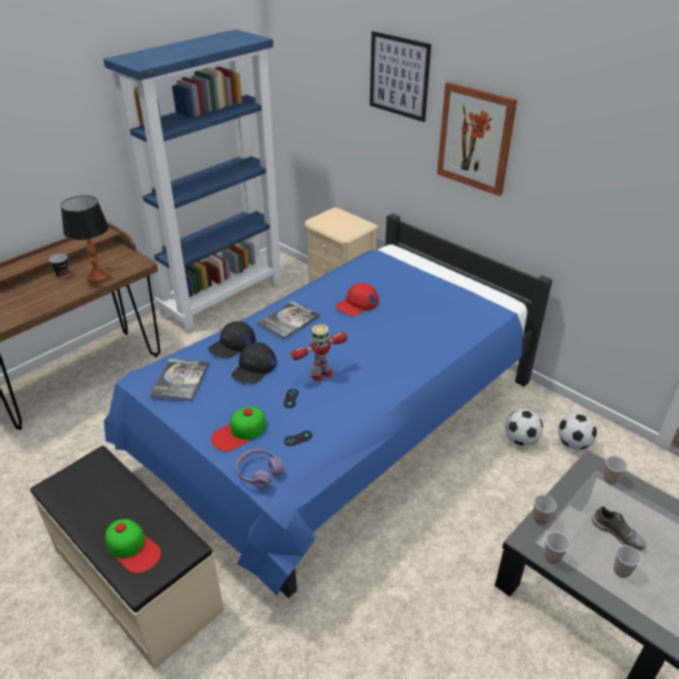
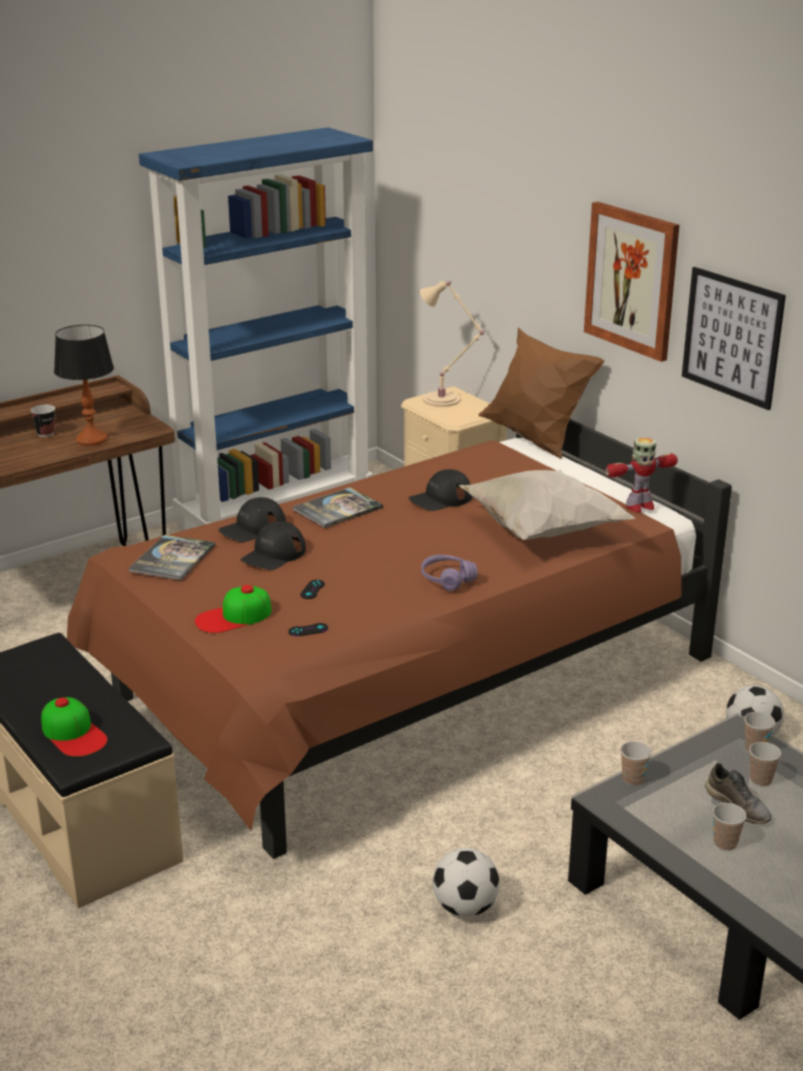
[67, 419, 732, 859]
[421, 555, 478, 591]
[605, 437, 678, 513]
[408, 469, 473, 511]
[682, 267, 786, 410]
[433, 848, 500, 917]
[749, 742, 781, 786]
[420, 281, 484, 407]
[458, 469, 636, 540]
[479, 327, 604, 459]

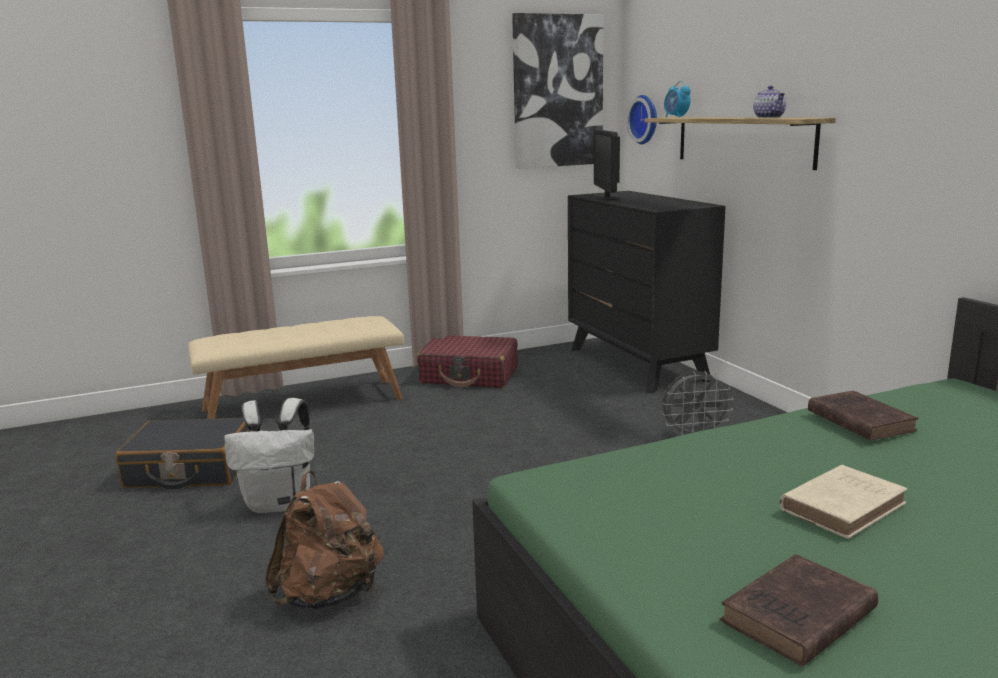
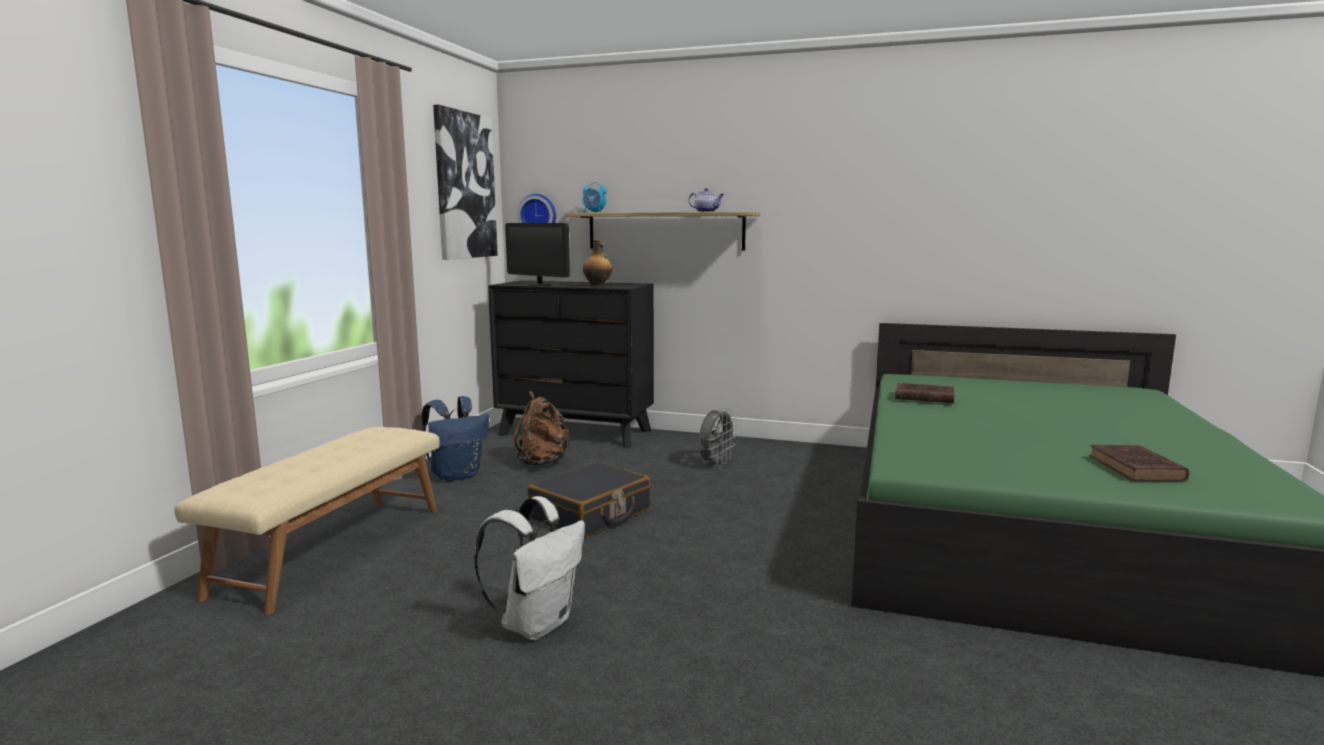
[527, 462, 650, 537]
[513, 391, 570, 465]
[422, 396, 489, 482]
[780, 465, 908, 539] (first image)
[583, 239, 612, 286]

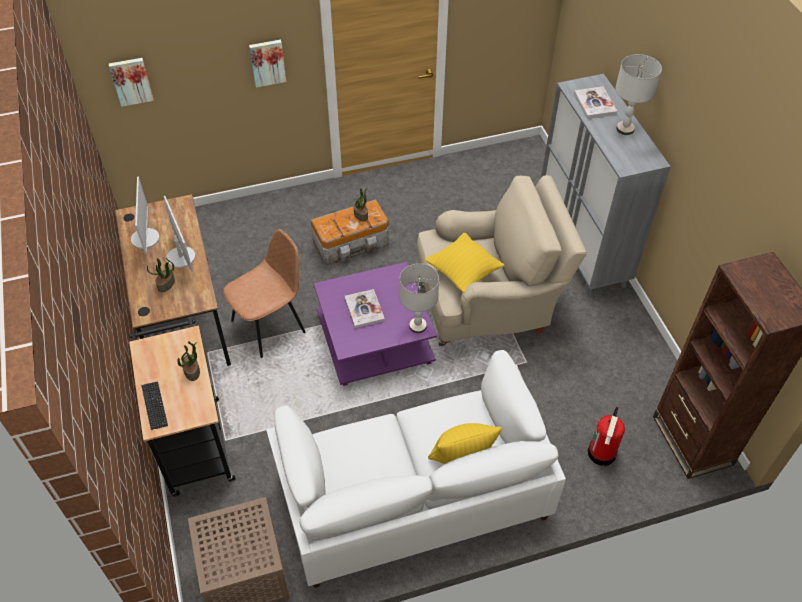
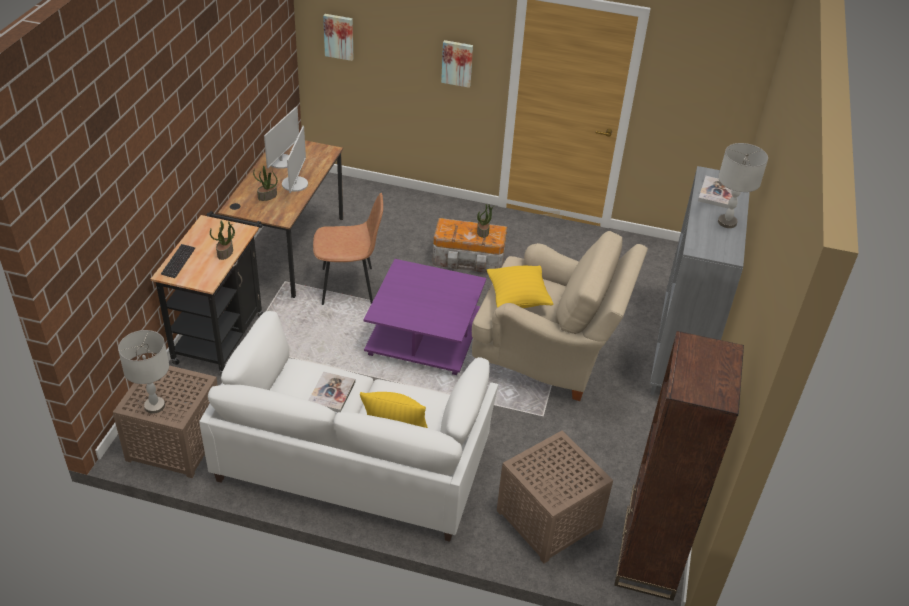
[308, 371, 355, 412]
[118, 330, 169, 414]
[497, 431, 613, 563]

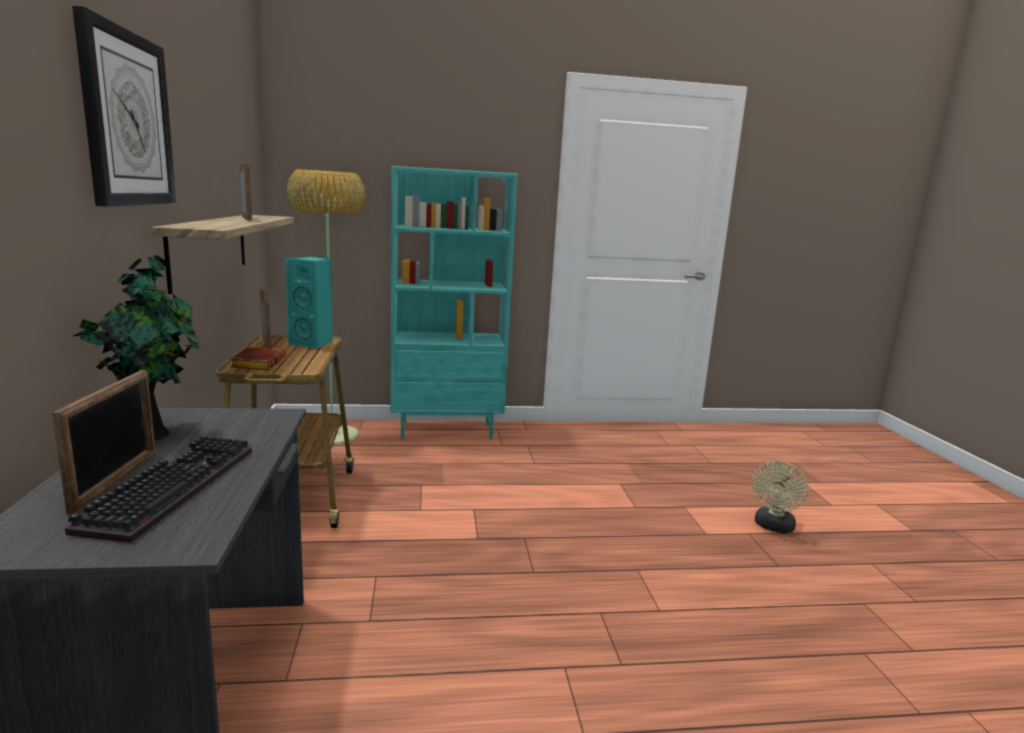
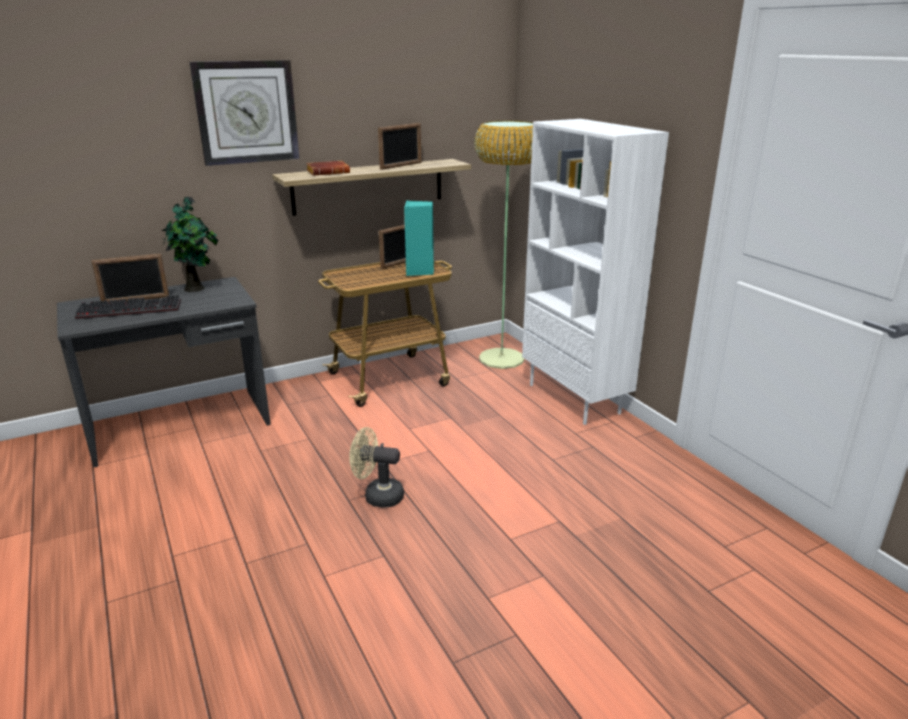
[306, 161, 350, 176]
[522, 119, 669, 425]
[349, 427, 404, 507]

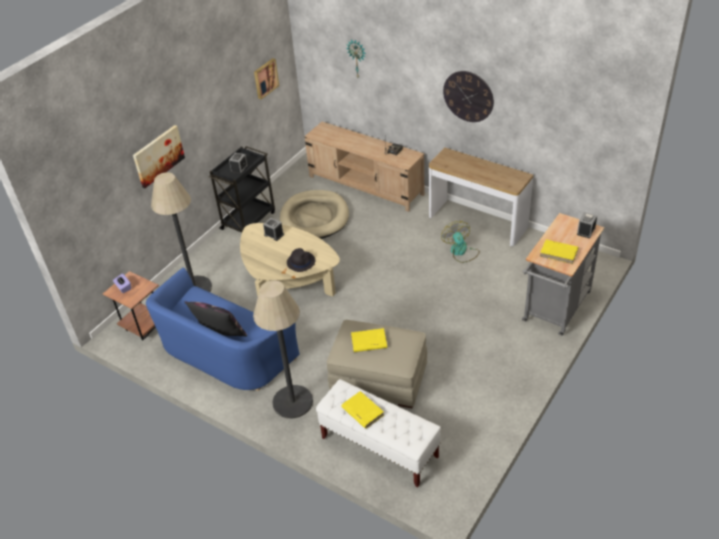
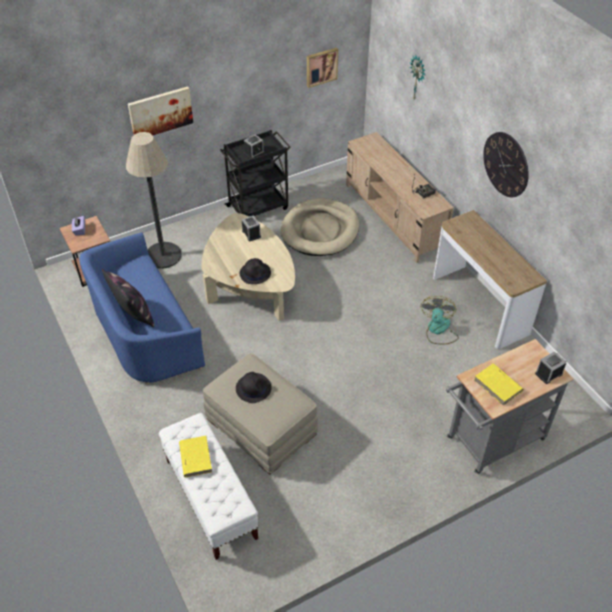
[253, 280, 313, 419] (first image)
[236, 372, 272, 403]

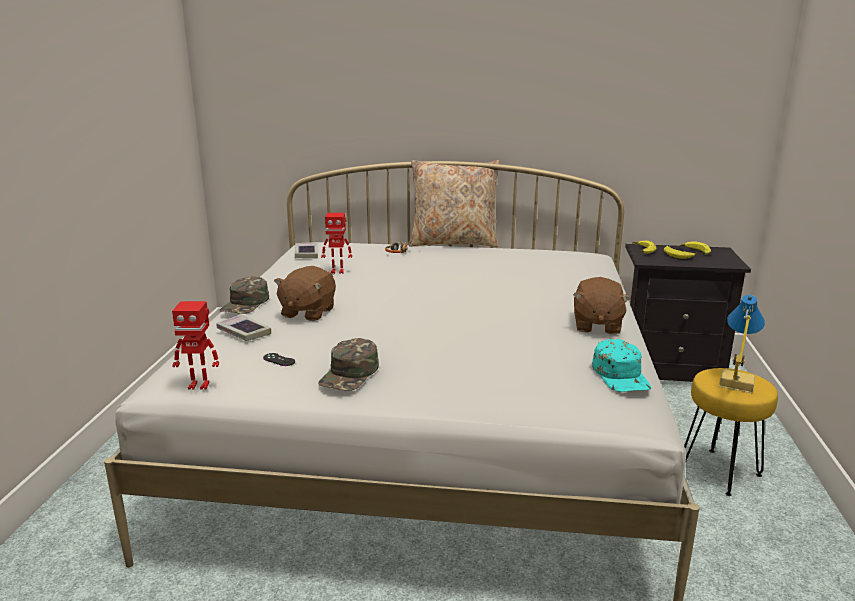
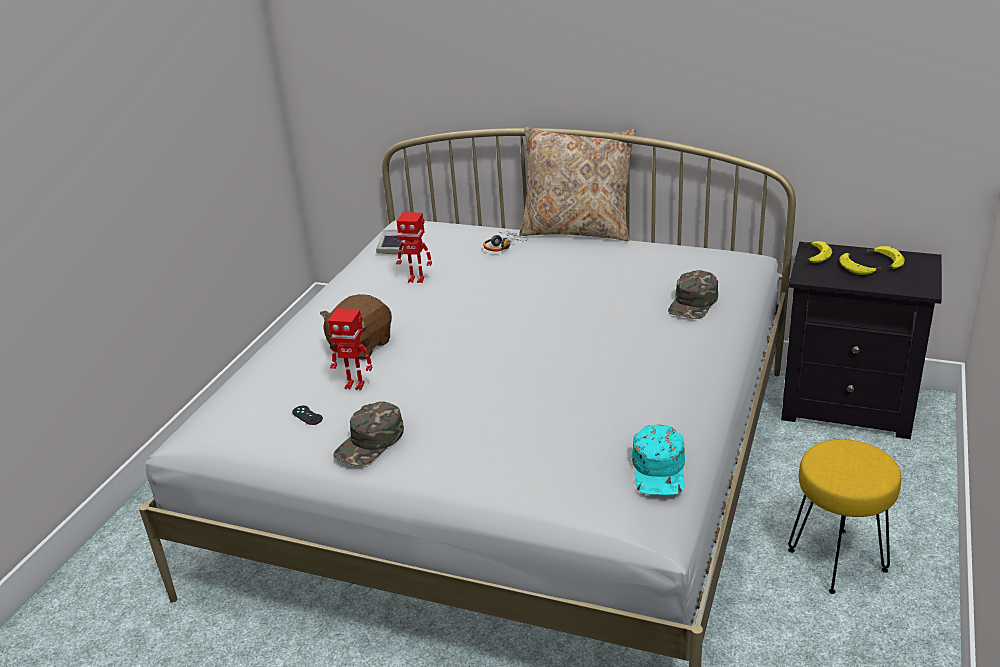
[328, 308, 373, 390]
[217, 314, 271, 341] (first image)
[668, 270, 718, 319]
[573, 277, 631, 335] (first image)
[719, 295, 765, 393] (first image)

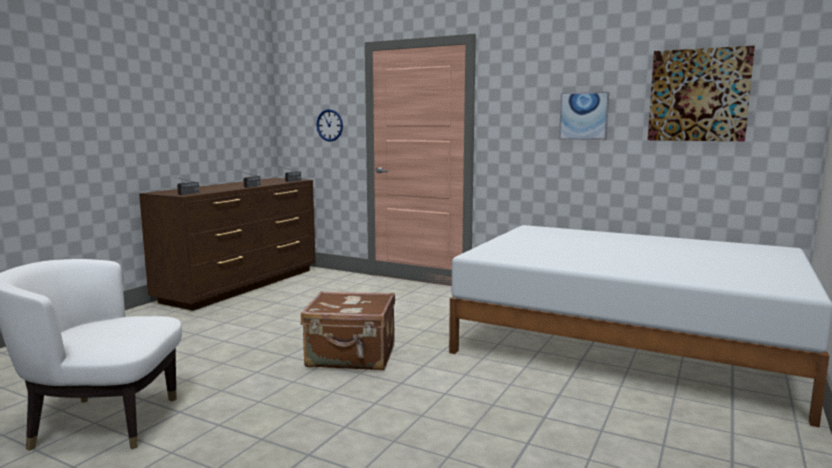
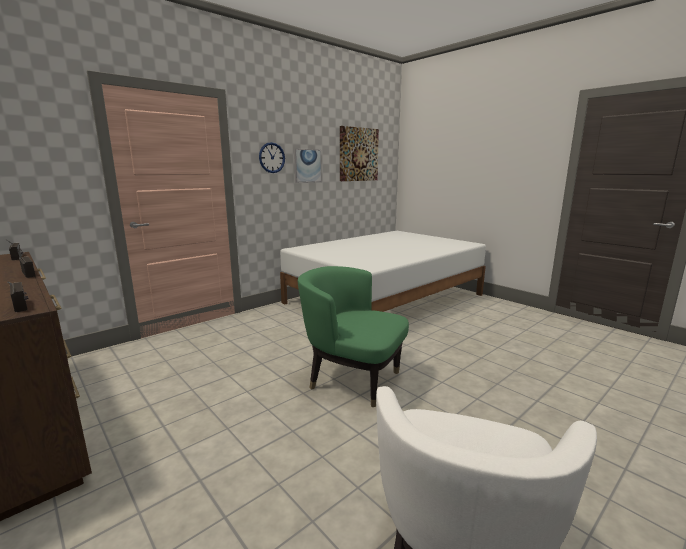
[298, 266, 409, 407]
[259, 142, 285, 173]

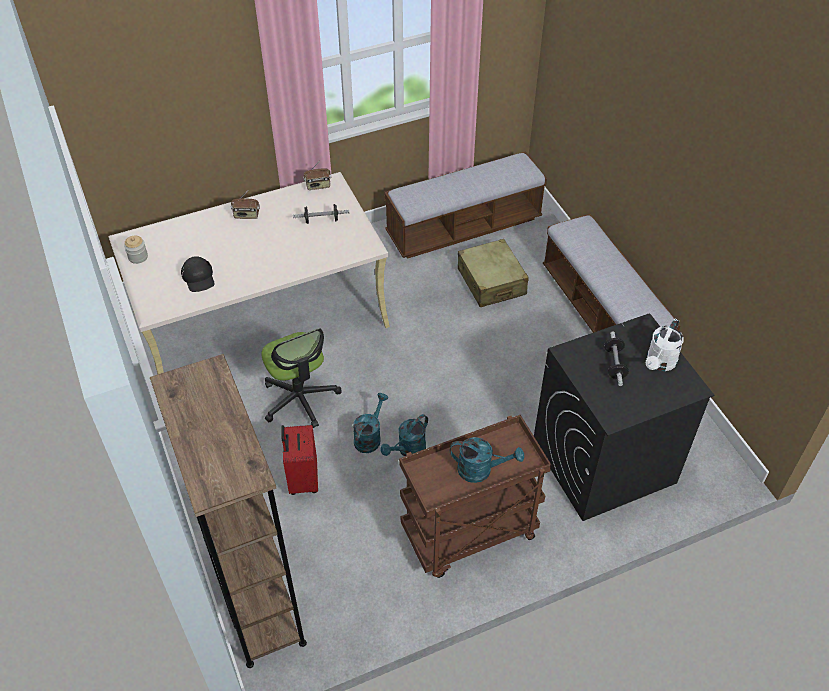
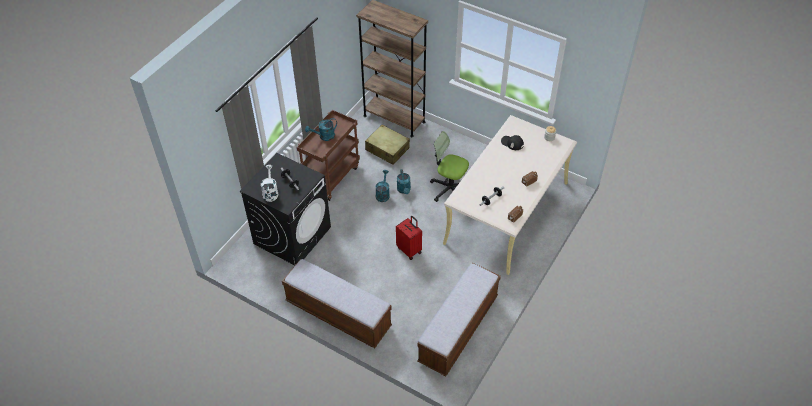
[396, 216, 422, 260]
[365, 125, 410, 165]

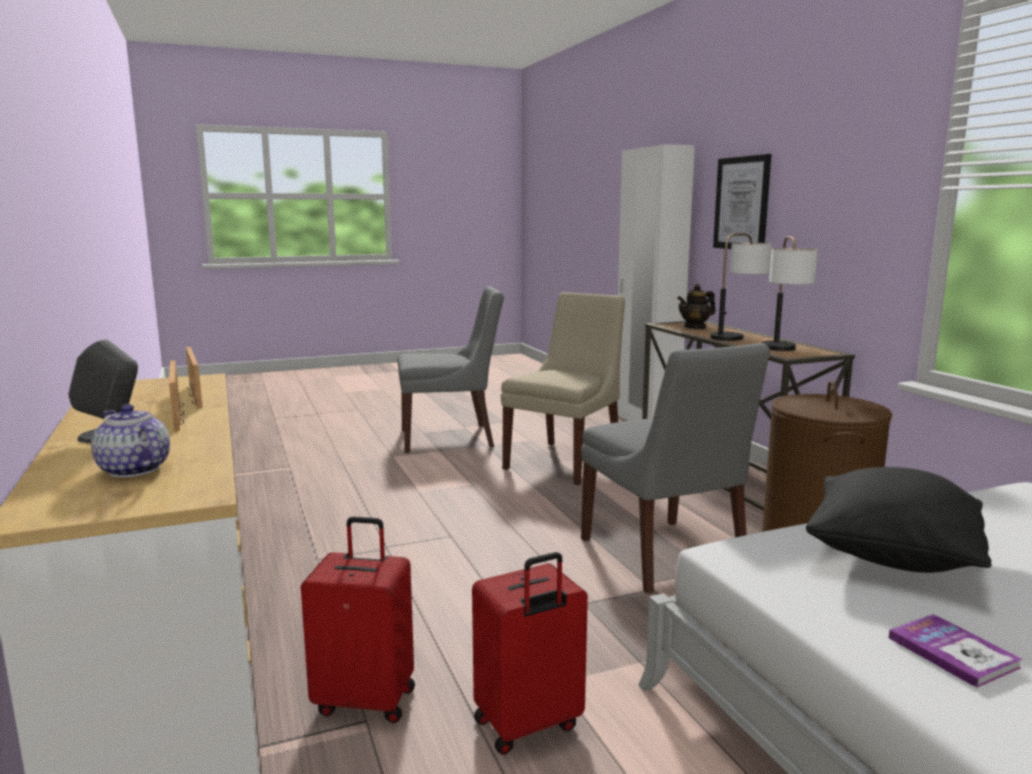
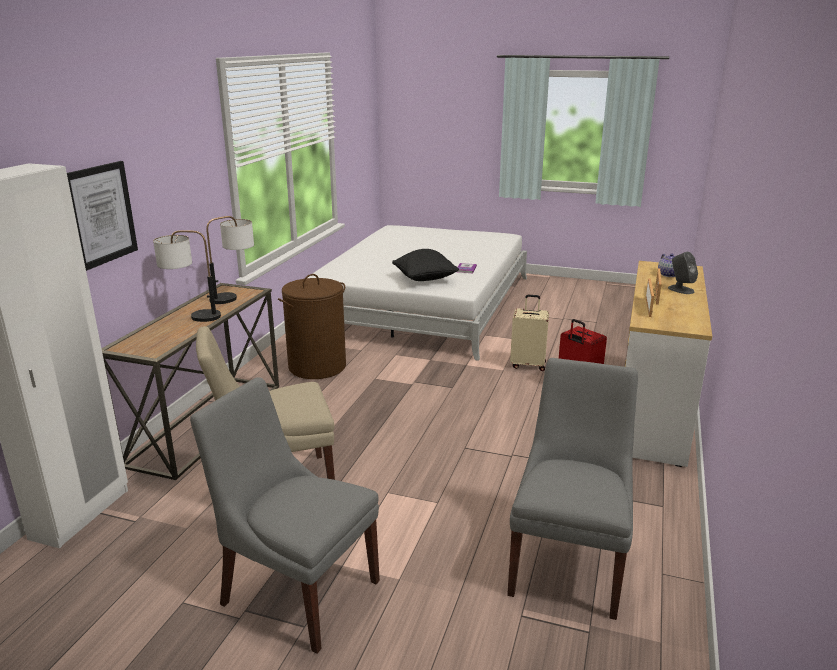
[510, 295, 549, 371]
[507, 358, 638, 620]
[677, 284, 716, 329] (first image)

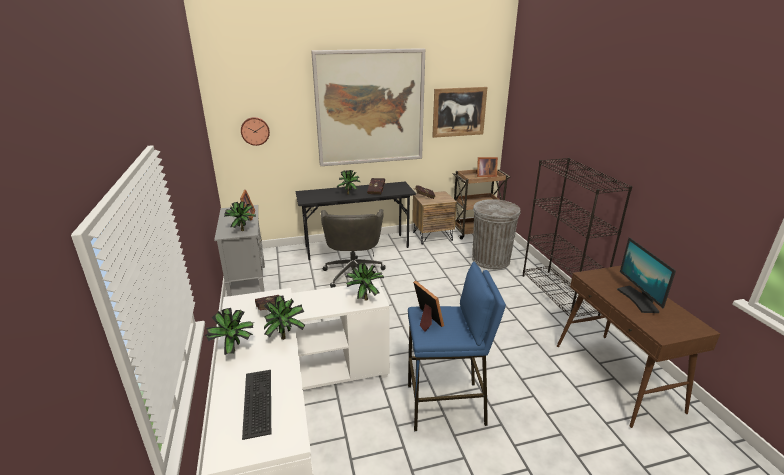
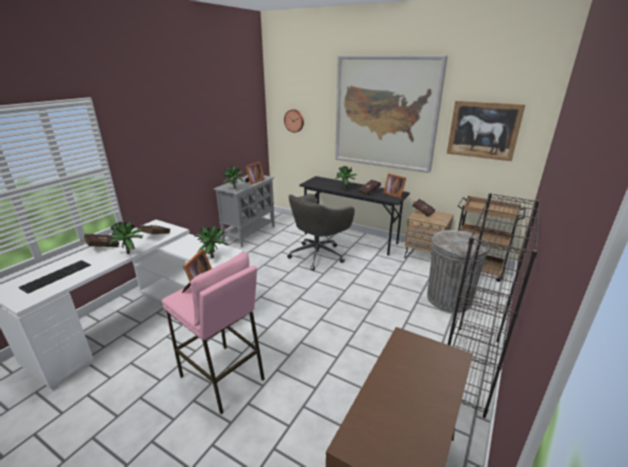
[79, 234, 119, 247]
[162, 252, 265, 414]
[383, 173, 406, 198]
[617, 237, 676, 313] (first image)

